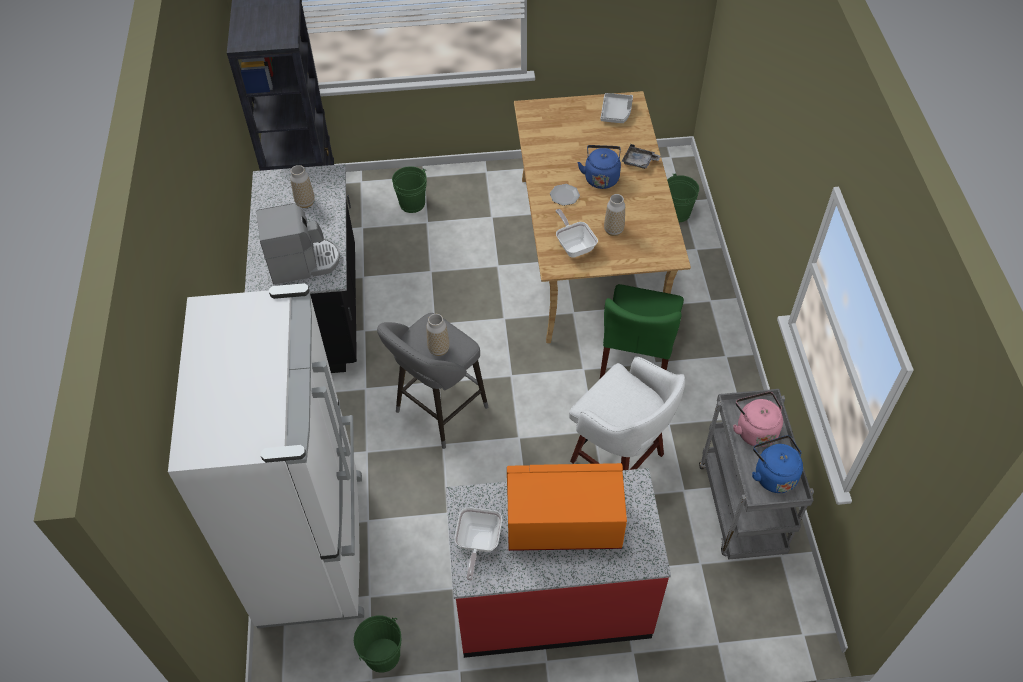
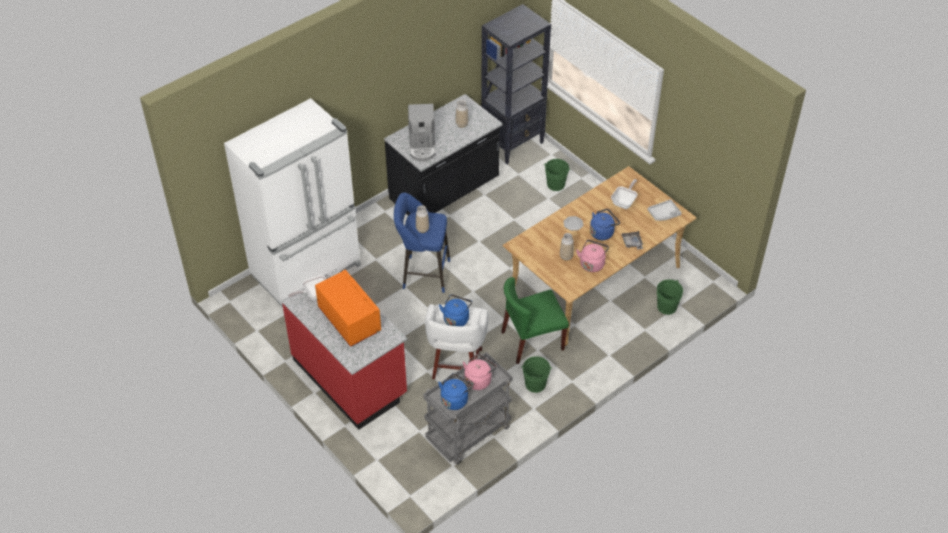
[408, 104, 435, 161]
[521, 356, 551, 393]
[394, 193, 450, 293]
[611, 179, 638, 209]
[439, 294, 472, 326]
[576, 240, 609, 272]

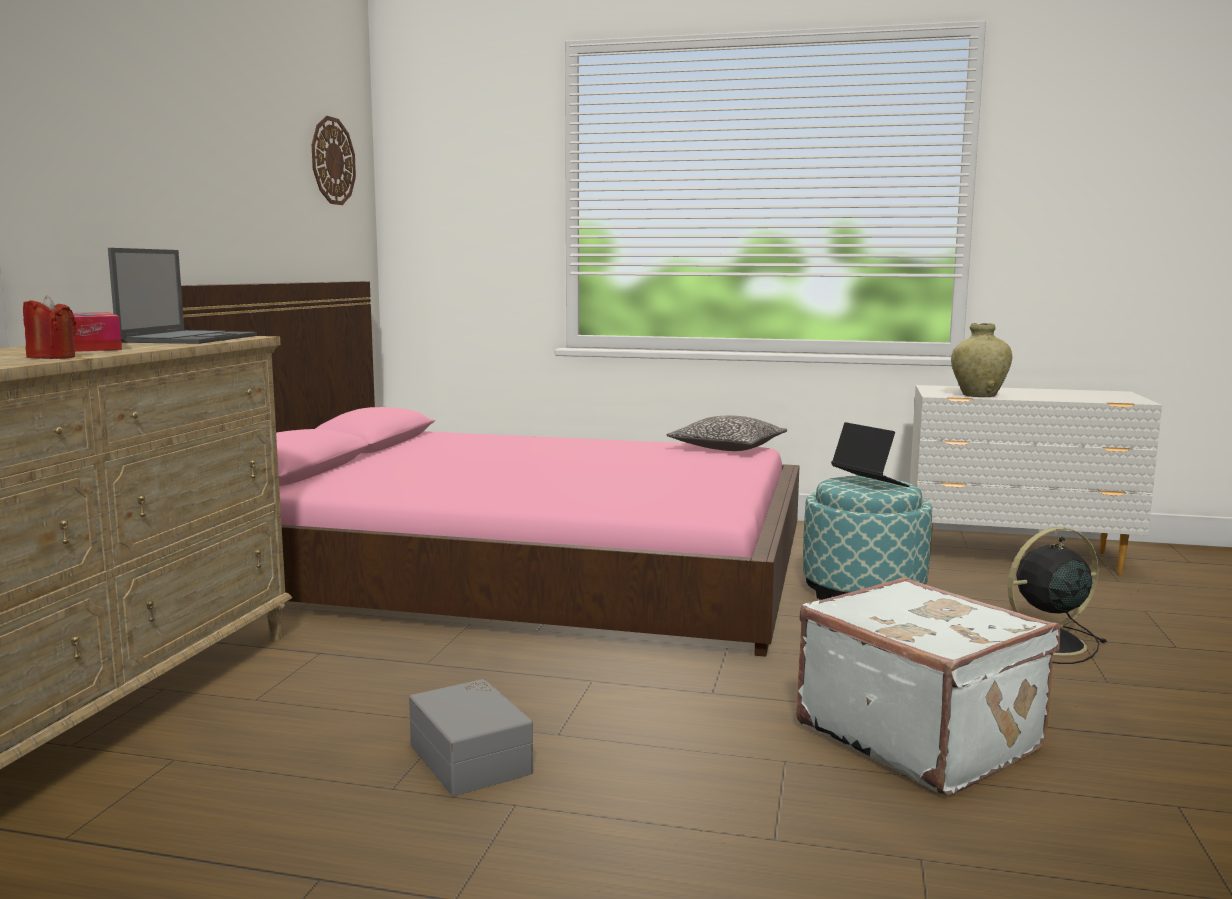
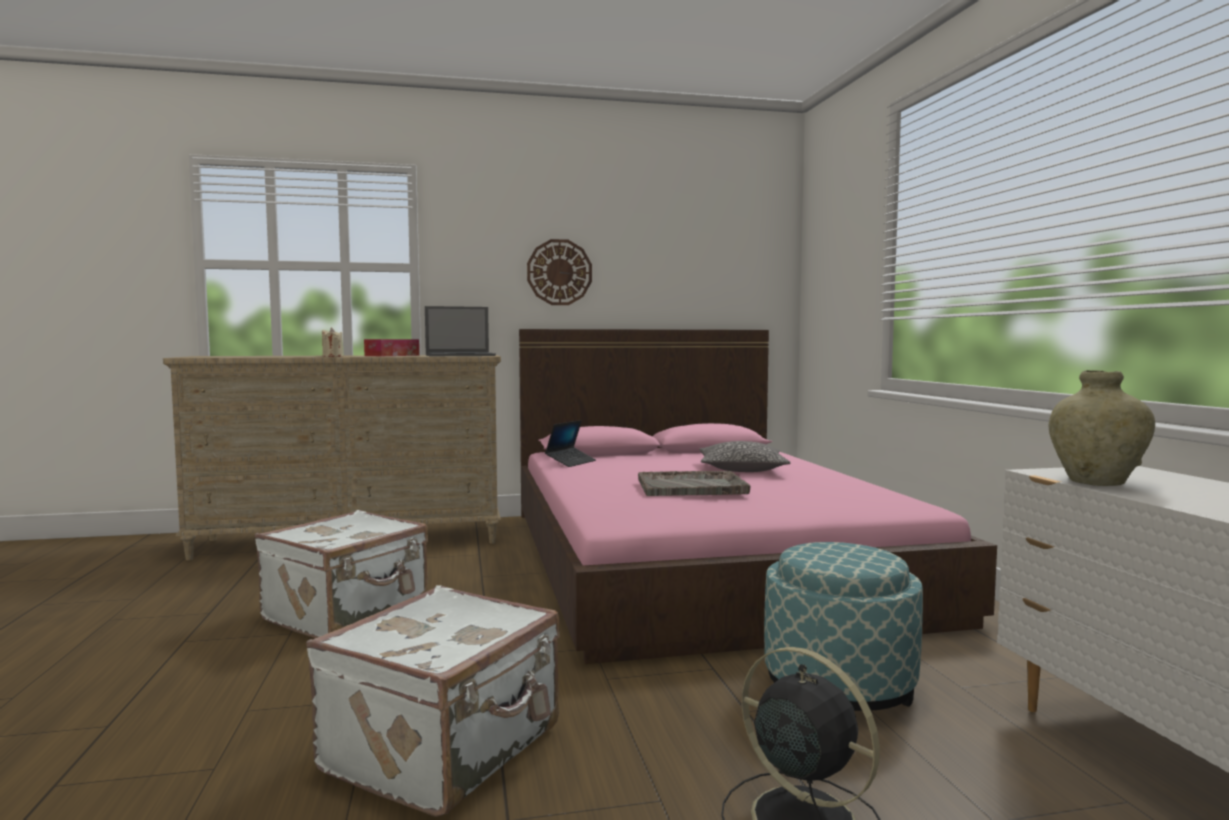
[321, 328, 343, 357]
[527, 239, 592, 305]
[255, 510, 428, 638]
[699, 441, 790, 472]
[545, 420, 596, 467]
[638, 471, 750, 496]

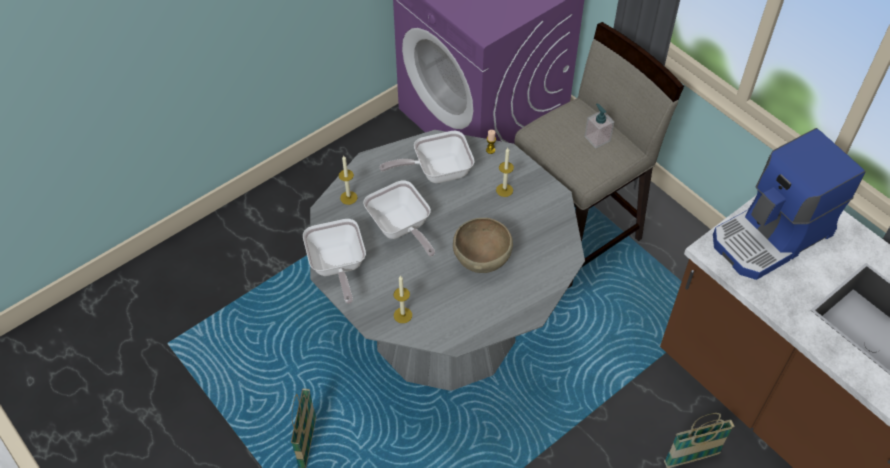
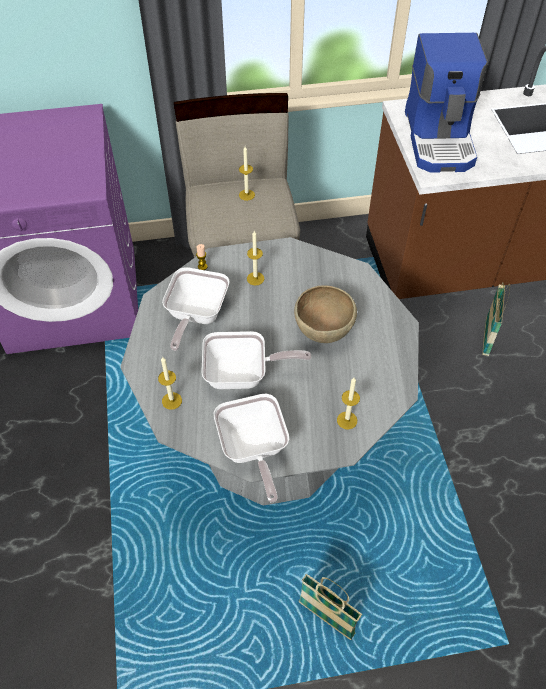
[214, 394, 289, 503]
[239, 147, 255, 201]

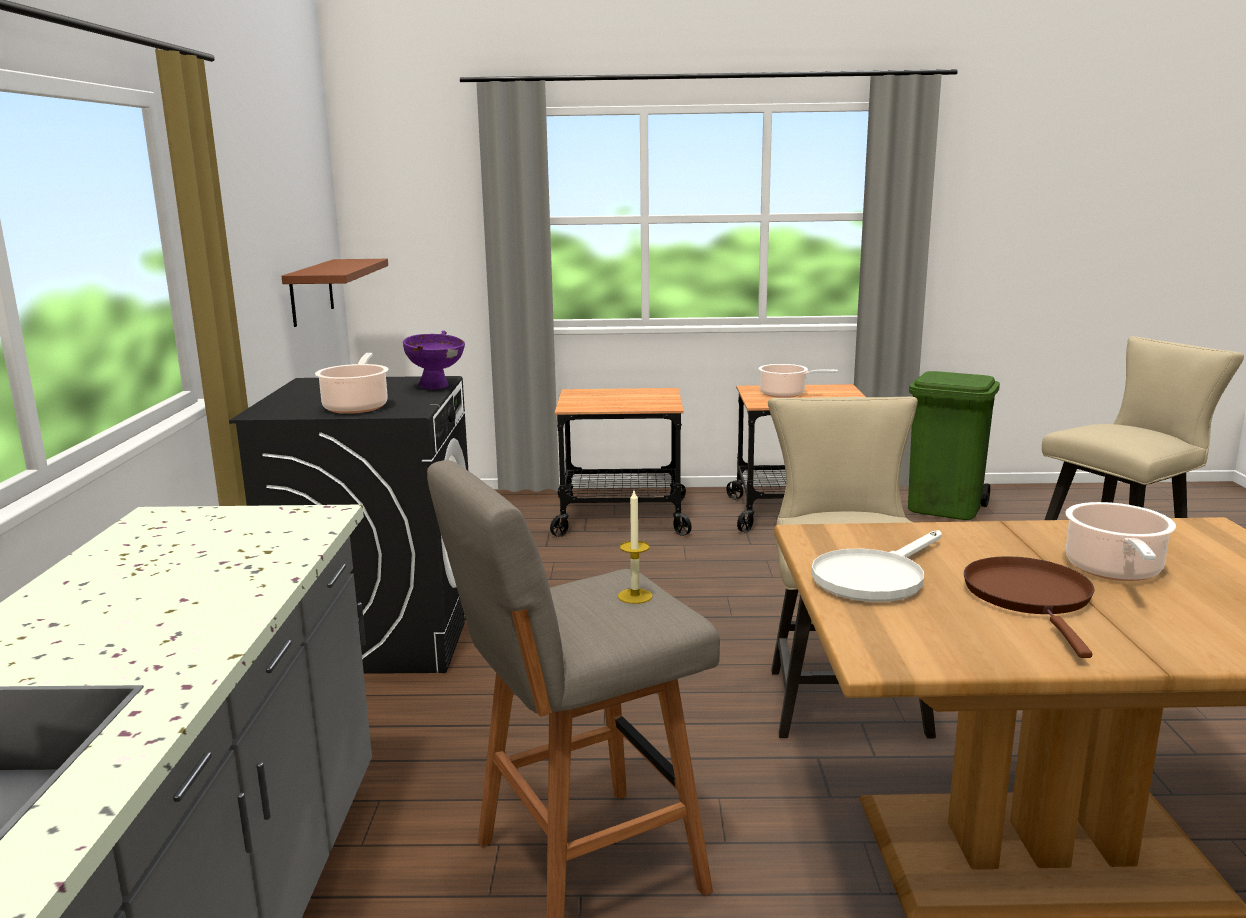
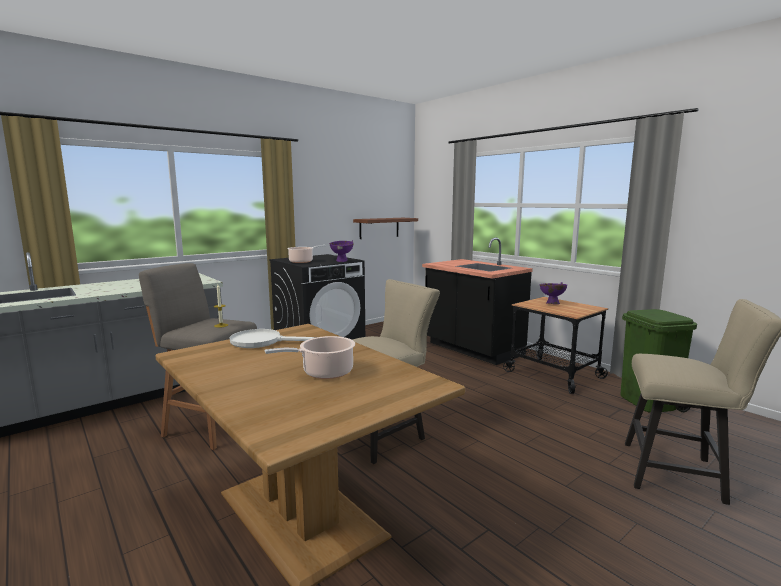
[422, 238, 533, 365]
[540, 282, 567, 304]
[964, 556, 1095, 658] (first image)

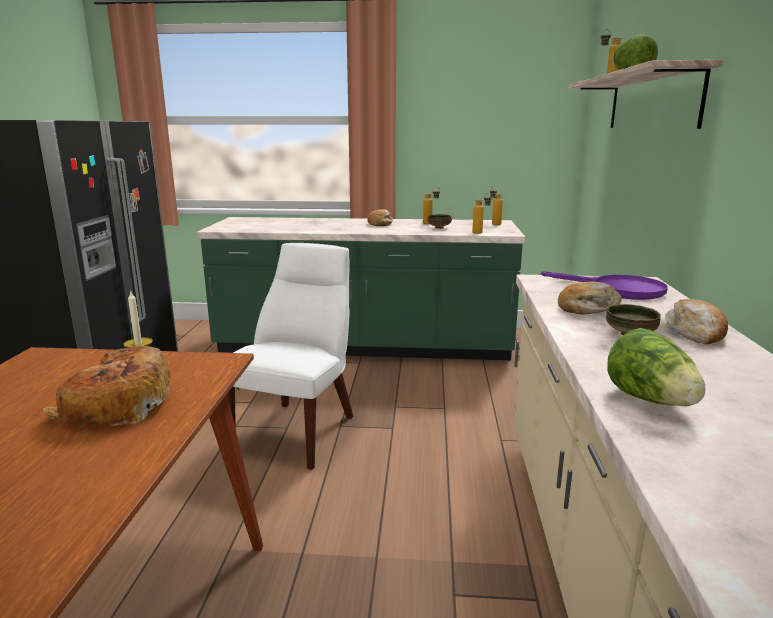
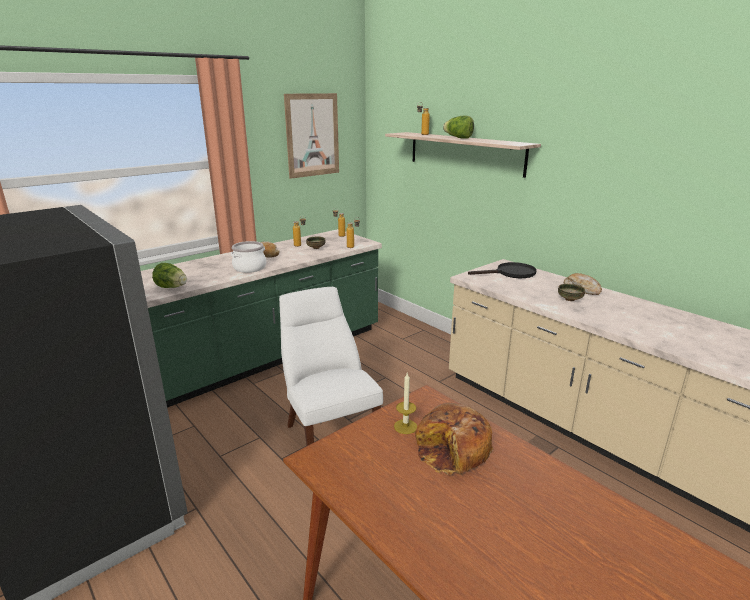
[468, 262, 536, 278]
[558, 282, 622, 315] (first image)
[152, 263, 187, 288]
[231, 241, 266, 273]
[284, 93, 339, 179]

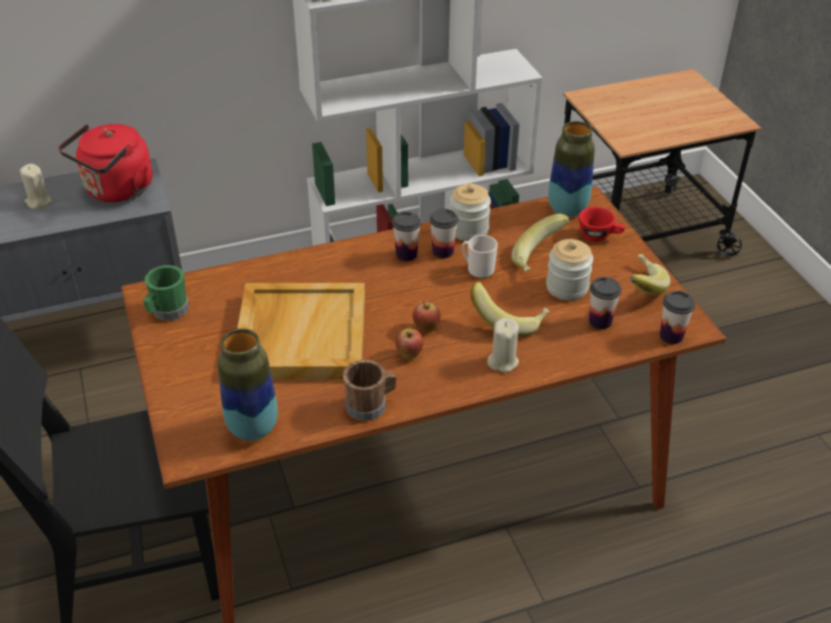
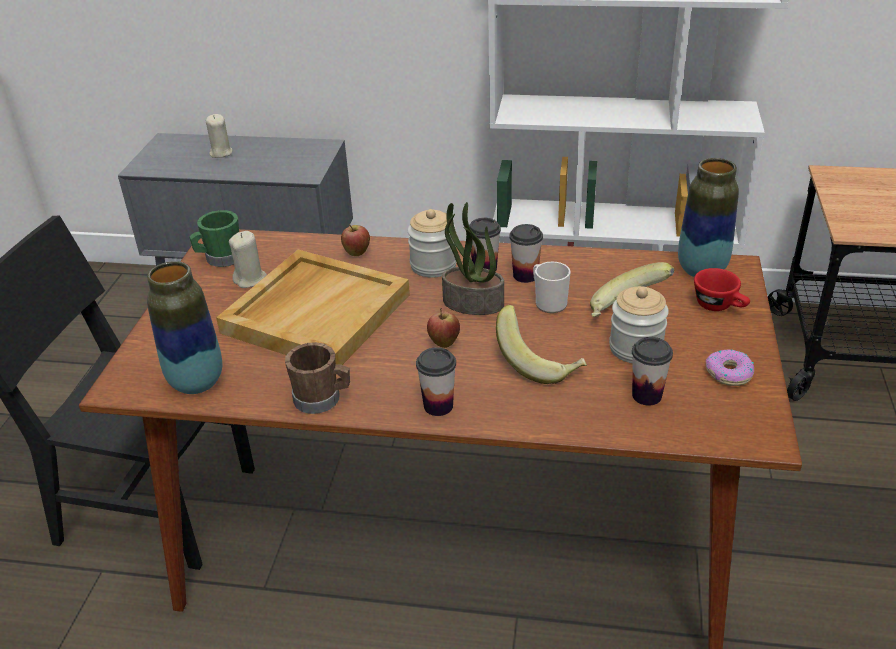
[58, 124, 152, 202] (first image)
[341, 225, 370, 256]
[408, 209, 457, 277]
[229, 231, 267, 288]
[706, 349, 754, 386]
[416, 347, 456, 416]
[442, 202, 504, 315]

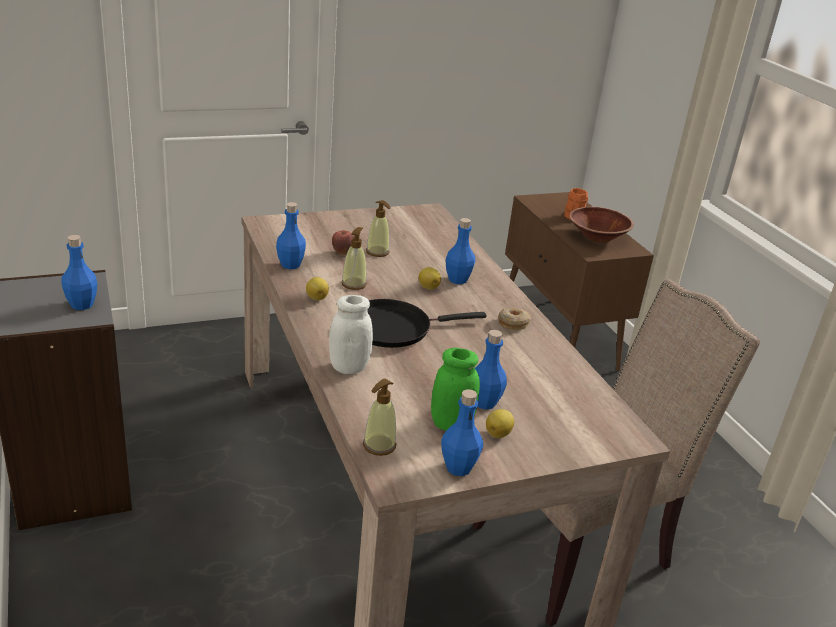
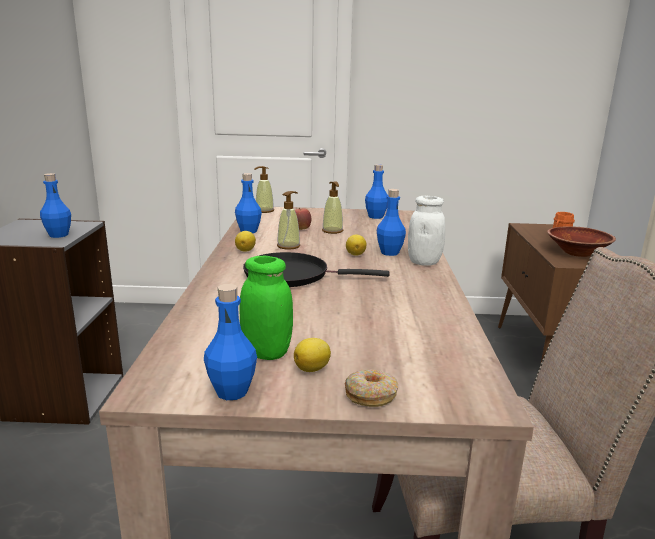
[408, 196, 445, 266]
[254, 166, 274, 213]
[365, 164, 388, 219]
[345, 370, 398, 407]

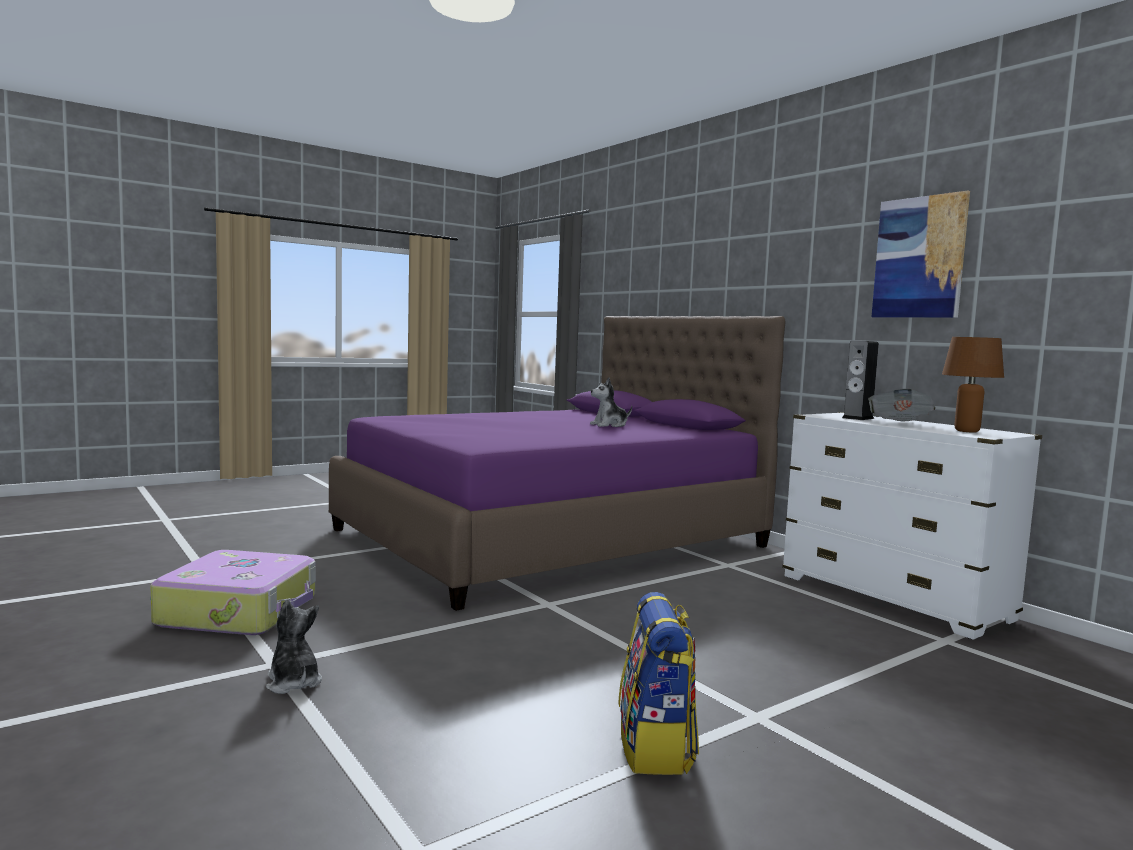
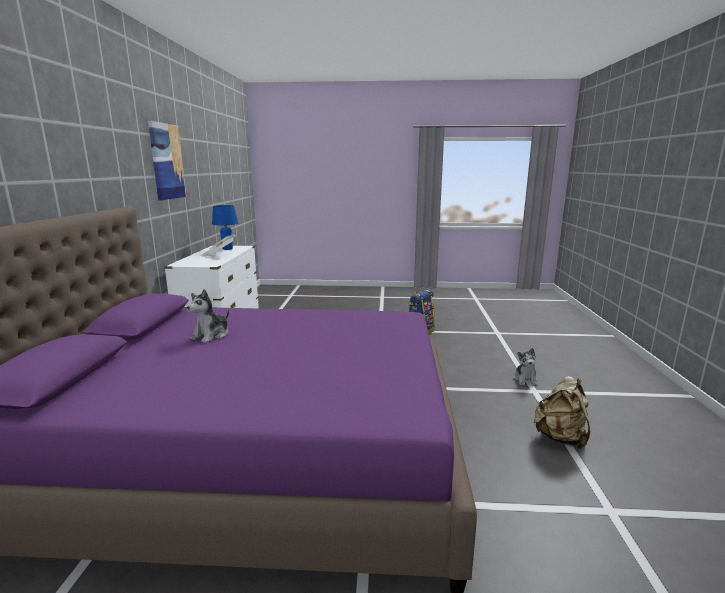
[533, 376, 590, 449]
[187, 289, 229, 343]
[842, 340, 879, 420] (first image)
[212, 205, 238, 250]

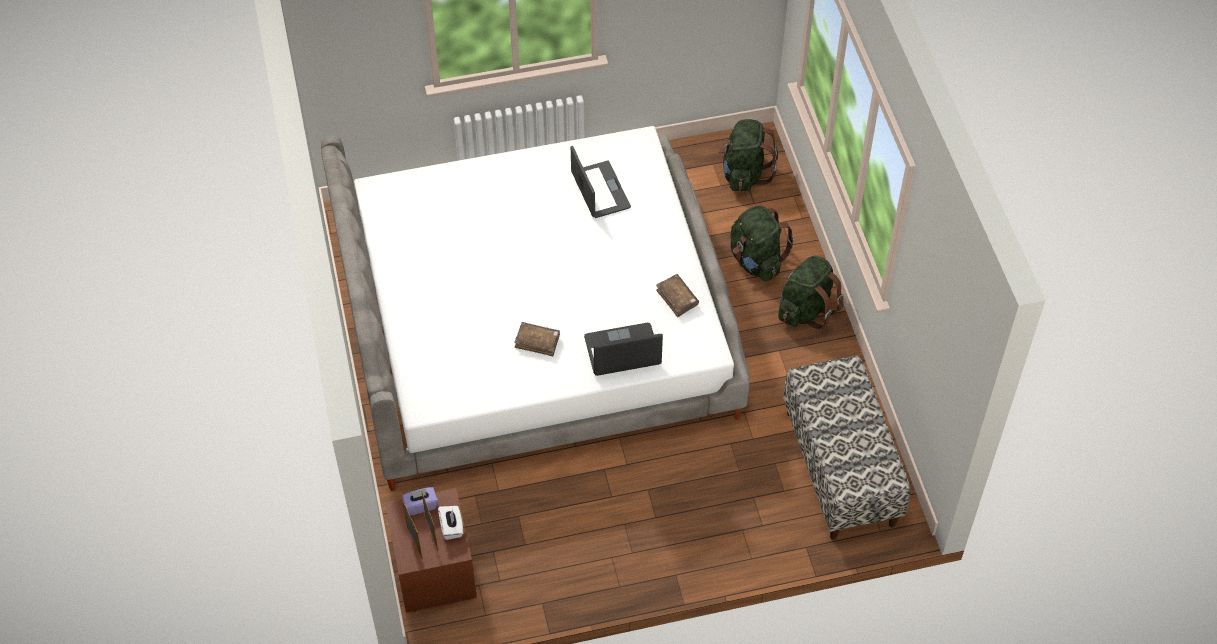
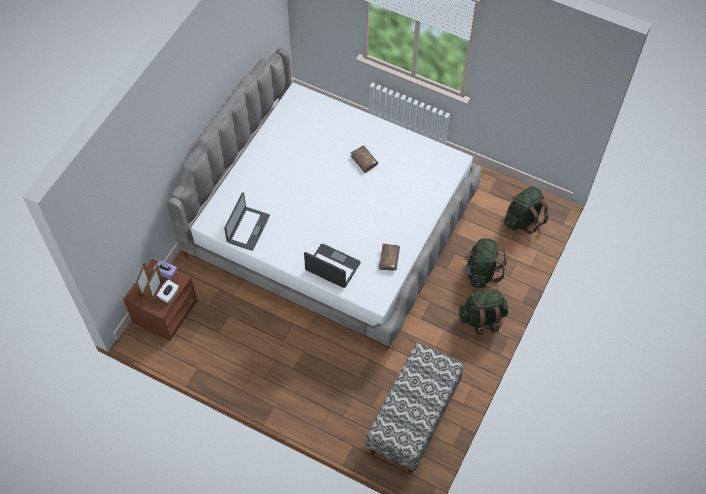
[351, 145, 378, 173]
[224, 192, 270, 251]

